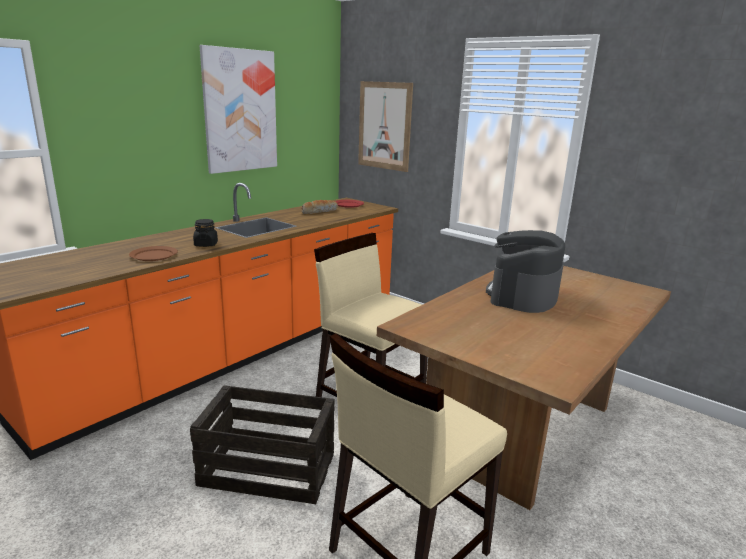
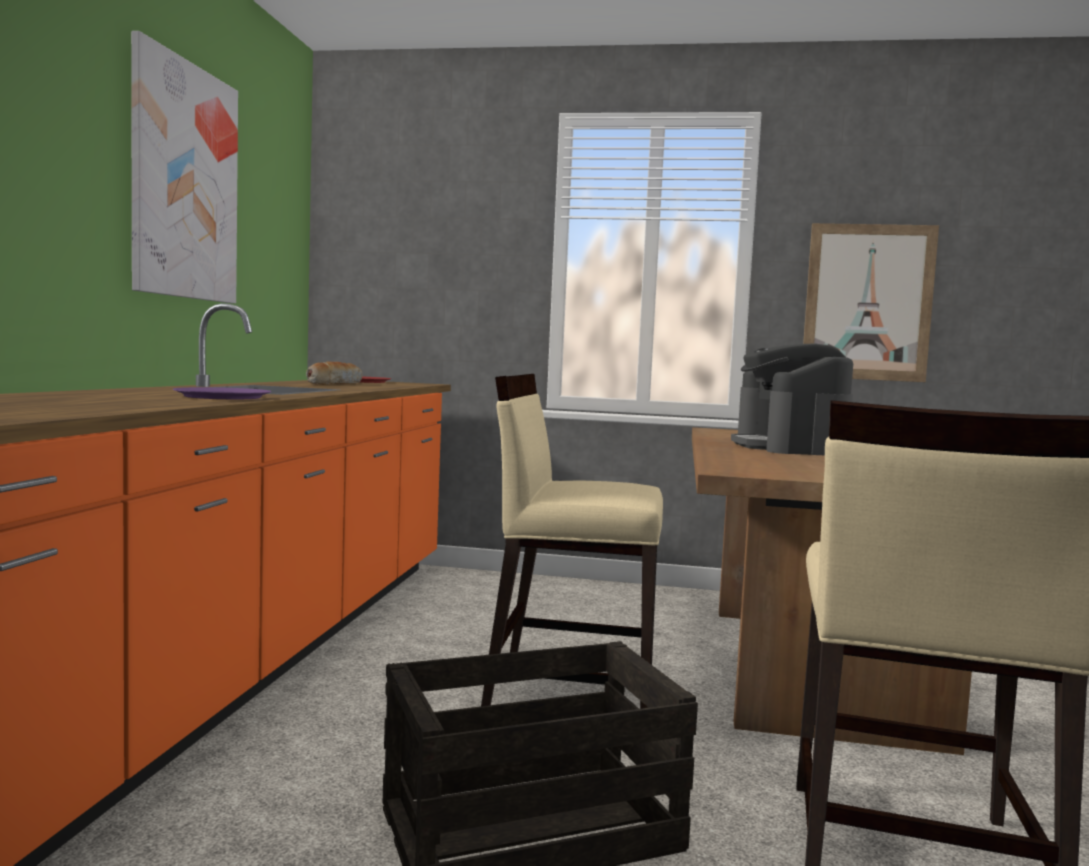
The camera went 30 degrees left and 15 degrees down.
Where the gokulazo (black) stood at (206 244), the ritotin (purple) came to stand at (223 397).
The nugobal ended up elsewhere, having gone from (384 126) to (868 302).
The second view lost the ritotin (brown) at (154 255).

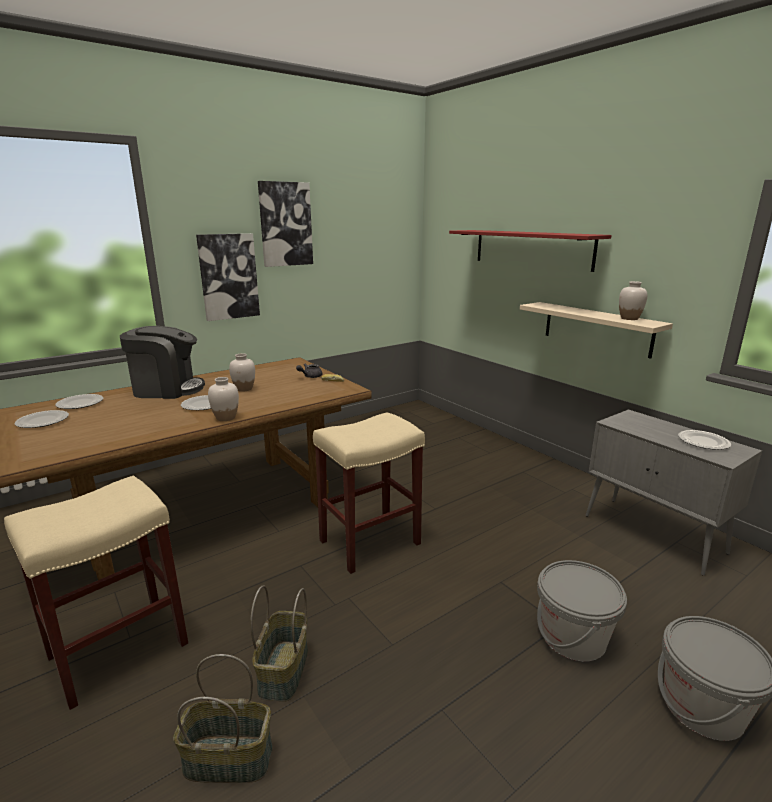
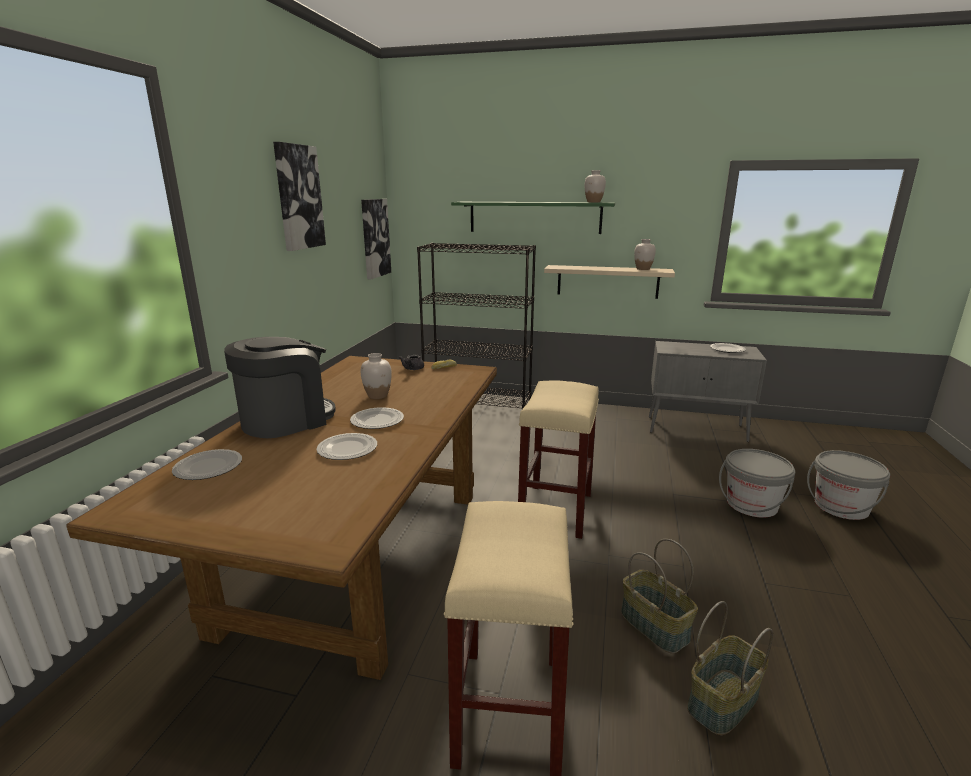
The camera went 40 degrees left and 0 degrees up.
The ritotin ended up elsewhere, having gone from (42 421) to (347 449).
The nugobal ended up elsewhere, having gone from (228 276) to (374 238).
The second view gained the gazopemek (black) at (478 402).
What was the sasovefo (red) at (531 249) turned into the sasovefo (green) at (534 217).
The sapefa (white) ended up elsewhere, having gone from (225 418) to (593 202).

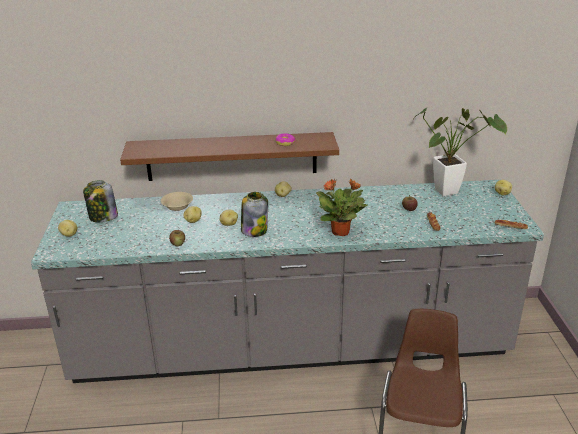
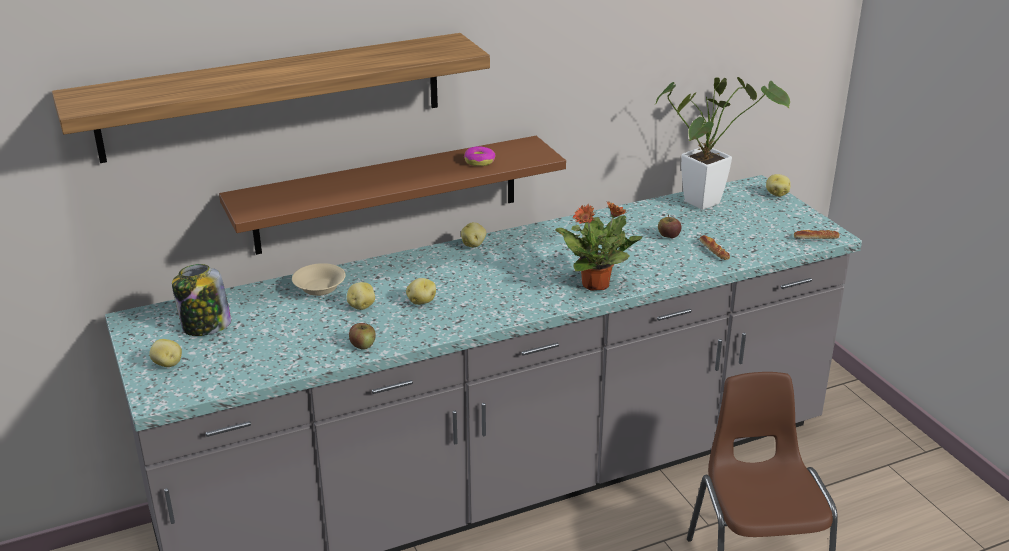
The camera went 20 degrees left and 0 degrees up.
The second view gained the sasovefo at (273 96).
The second view lost the gokulazo at (254 230).

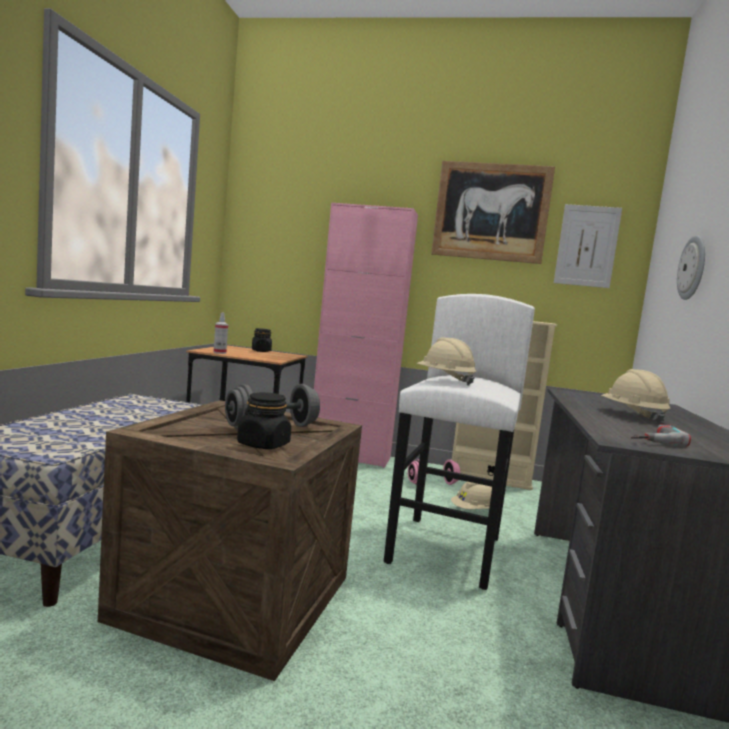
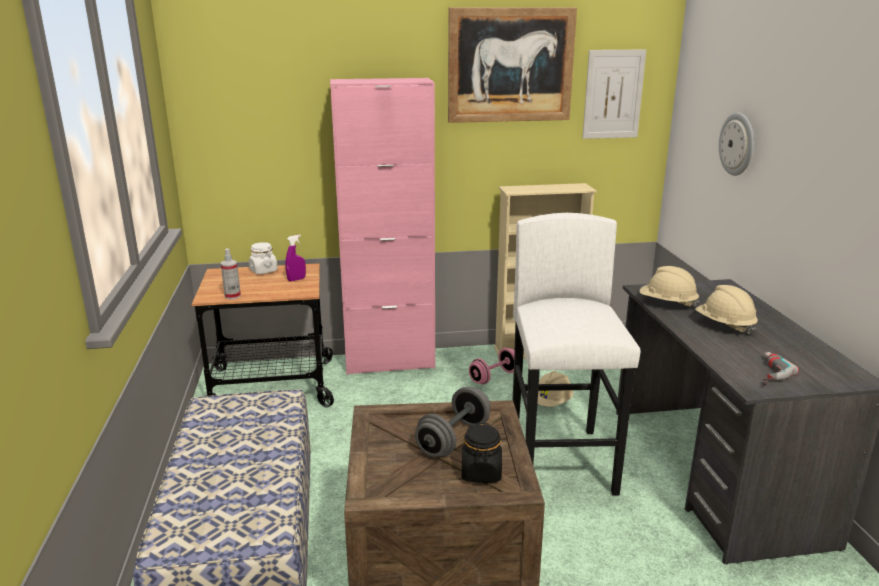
The camera went 20 degrees left and 15 degrees up.
What was the gokulazo (black) at (261 351) turned into the gokulazo (white) at (263 271).
The second view gained the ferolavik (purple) at (296 279).
The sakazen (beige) ended up elsewhere, having gone from (444 380) to (667 303).

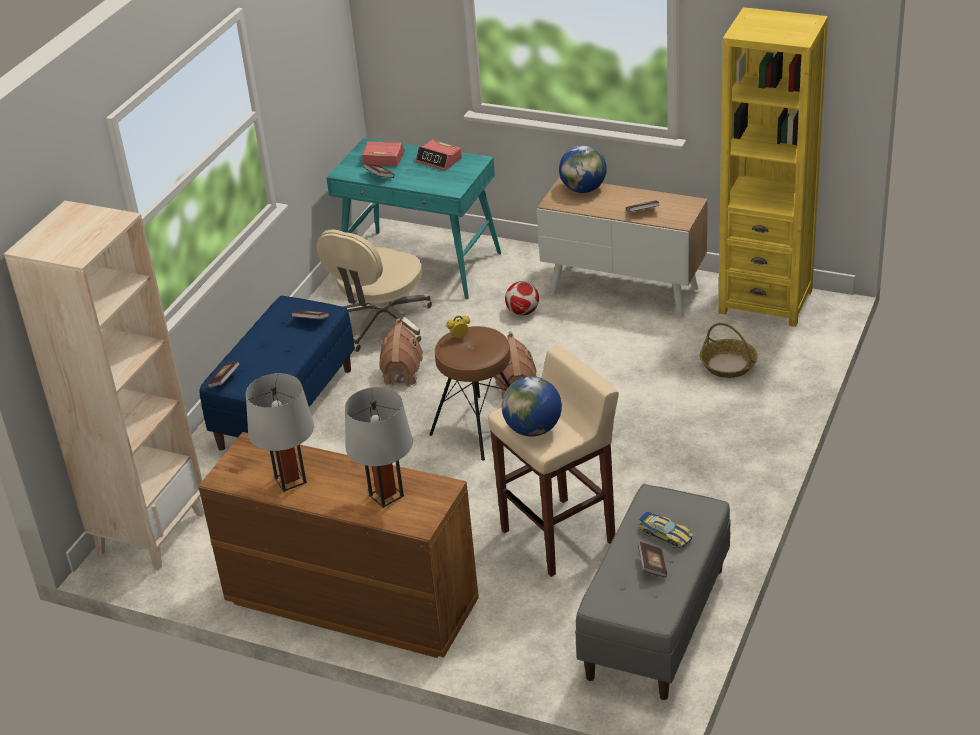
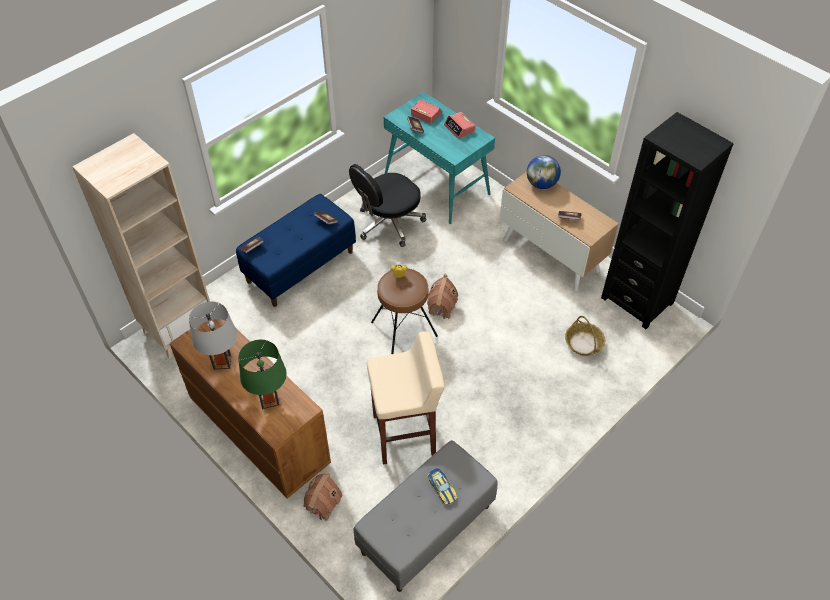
The camera went 20 degrees right and 15 degrees up.
What was the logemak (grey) at (386 495) turned into the logemak (green) at (269 400).
The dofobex ended up elsewhere, having gone from (401 375) to (322 504).
What was the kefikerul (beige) at (381 324) turned into the kefikerul (black) at (388 223).
What was the gazopemek (yellow) at (765 301) turned into the gazopemek (black) at (637 300).
The second view lost the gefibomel at (533 429).
The second view lost the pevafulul at (522 312).
The second view lost the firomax at (652 566).

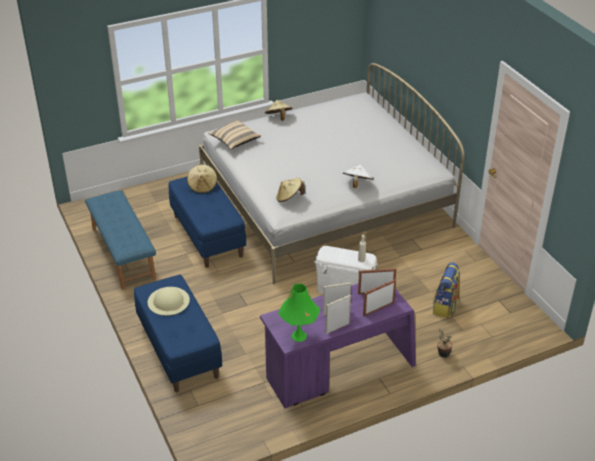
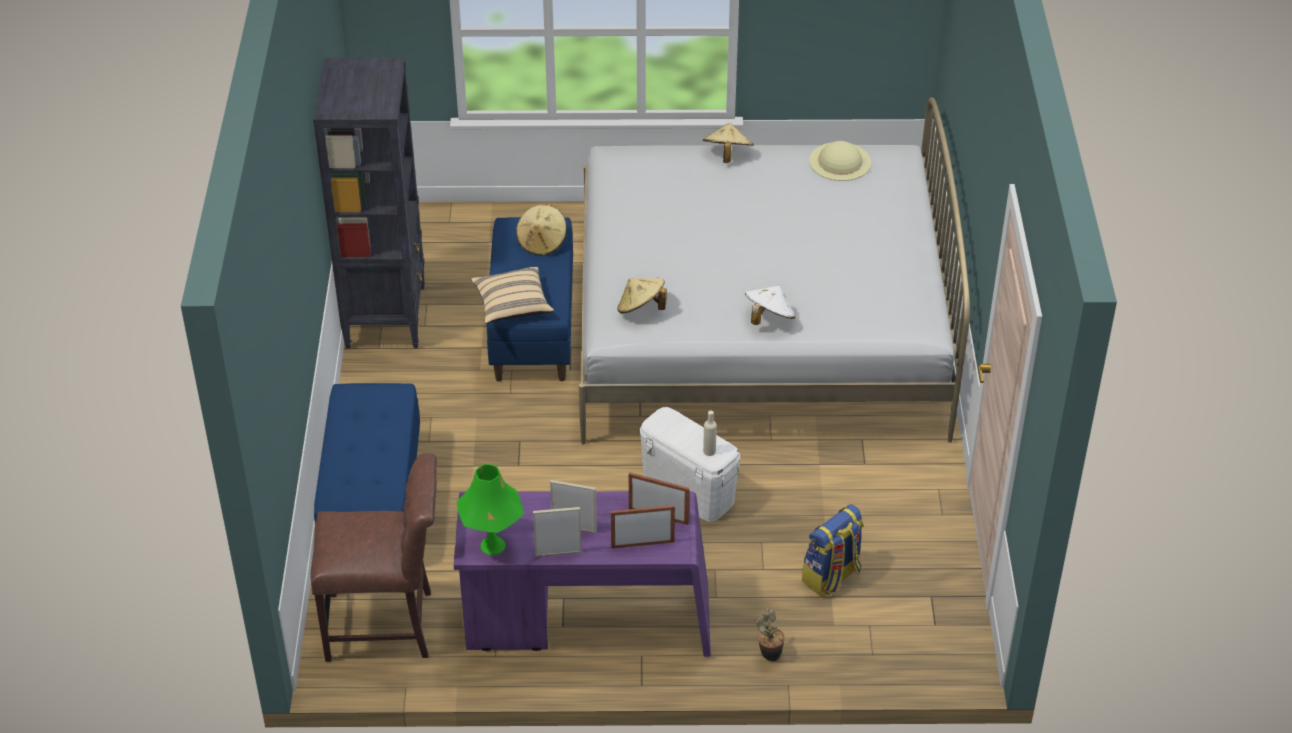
The camera went 25 degrees right and 5 degrees up.
The second view gained the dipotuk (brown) at (387 626).
Where the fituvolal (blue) stood at (122 253), the gazopemek (black) came to stand at (386 316).
The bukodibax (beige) ended up elsewhere, having gone from (234 141) to (512 305).
The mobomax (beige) ended up elsewhere, having gone from (168 301) to (840 161).

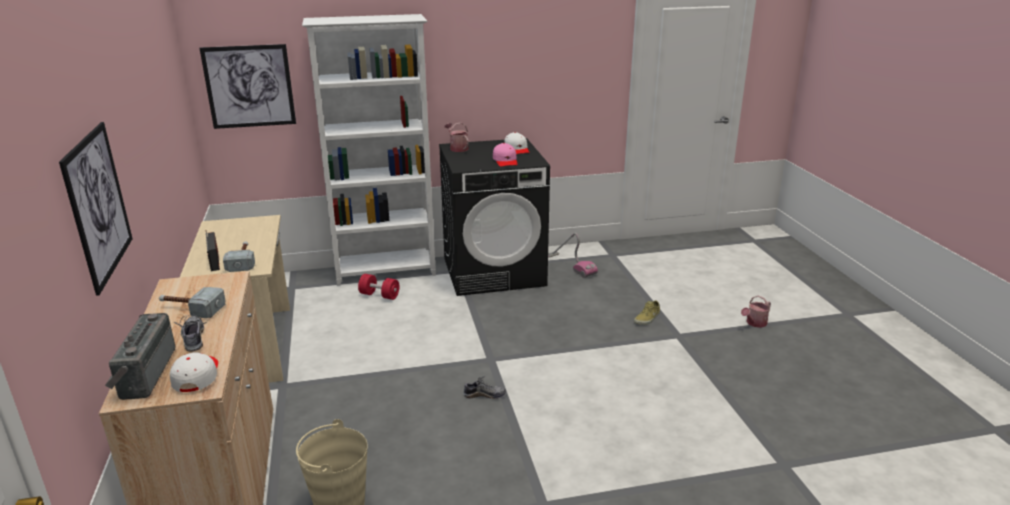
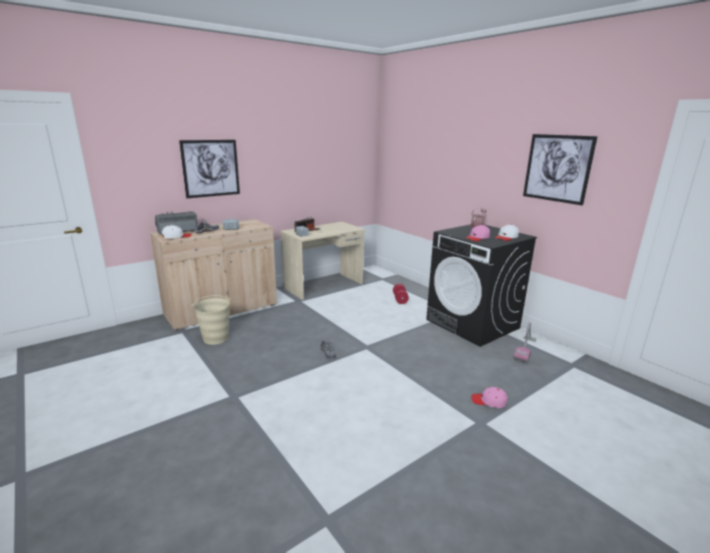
The camera went 65 degrees right and 5 degrees down.
Where the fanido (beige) stood at (647 318), the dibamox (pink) came to stand at (489 401).
The nugobal ended up elsewhere, having gone from (249 86) to (557 168).
The second view lost the gazopemek (white) at (386 272).
The second view lost the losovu at (754 323).

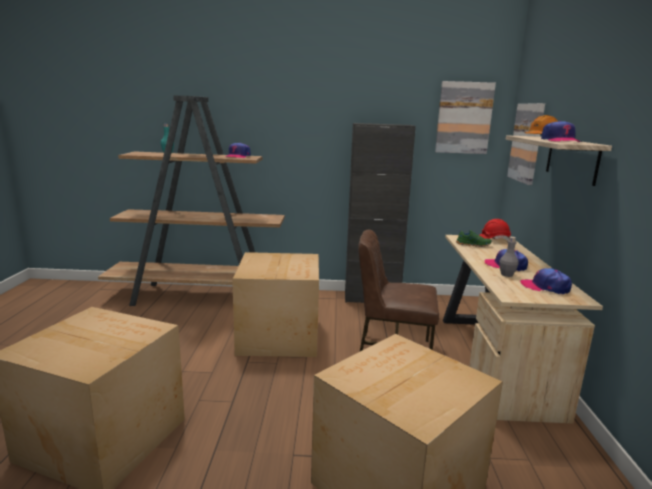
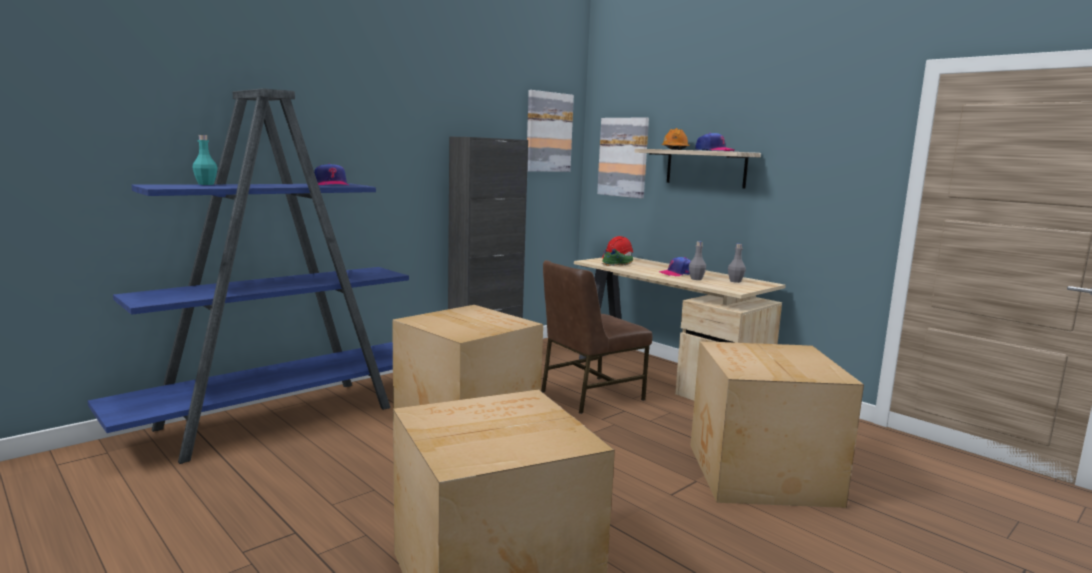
The camera went 45 degrees left and 5 degrees down.
What was the gazopemek (brown) at (204 297) turned into the gazopemek (blue) at (281 417).
Where the dibamox stood at (545 287), the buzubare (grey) came to stand at (735 281).

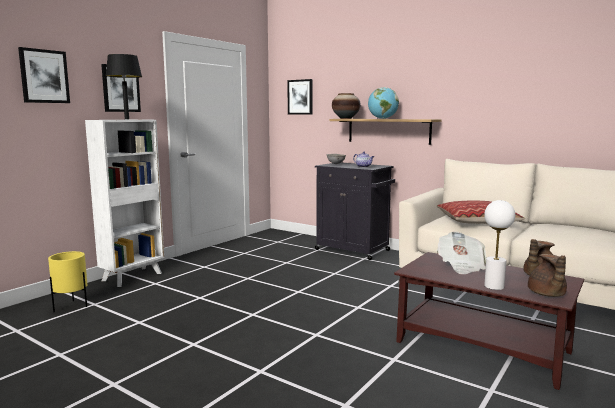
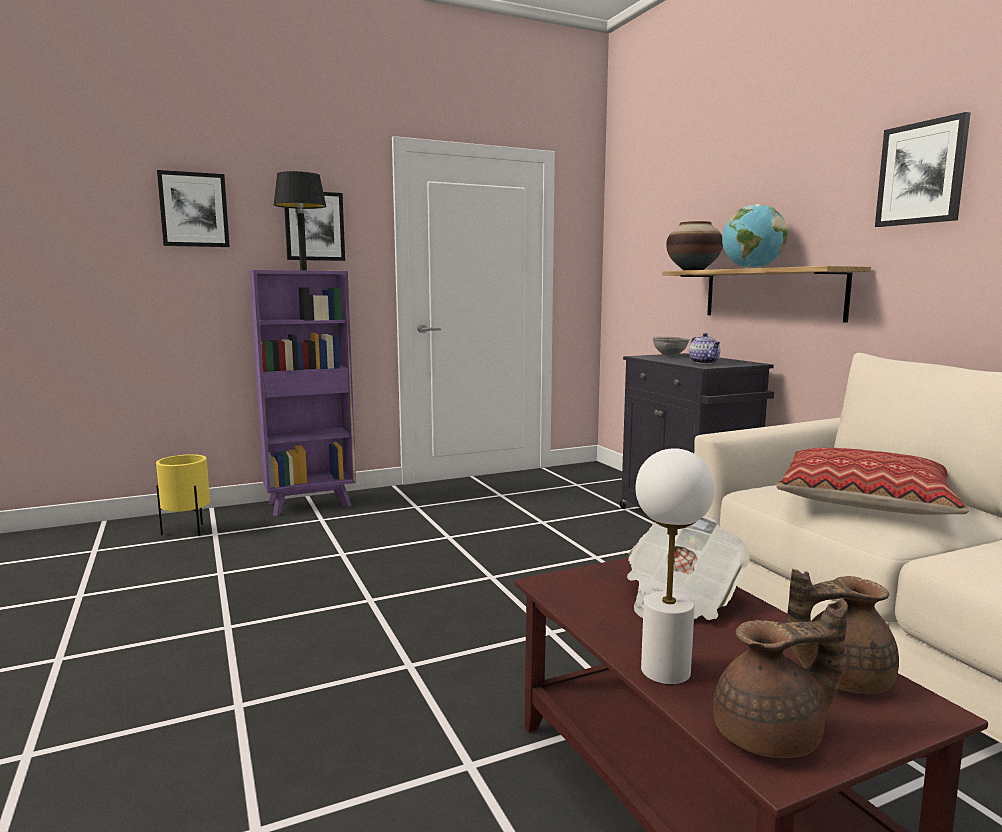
The camera went 30 degrees right and 0 degrees up.
What was the gazopemek (white) at (133 276) turned into the gazopemek (purple) at (311 504).
The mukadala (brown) at (546 294) ended up facing another way, 135 degrees counterclockwise from before.
The nugobal ended up elsewhere, having gone from (300 97) to (921 173).

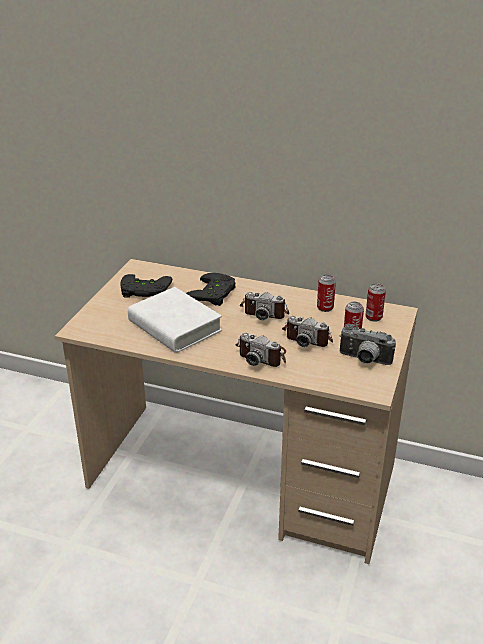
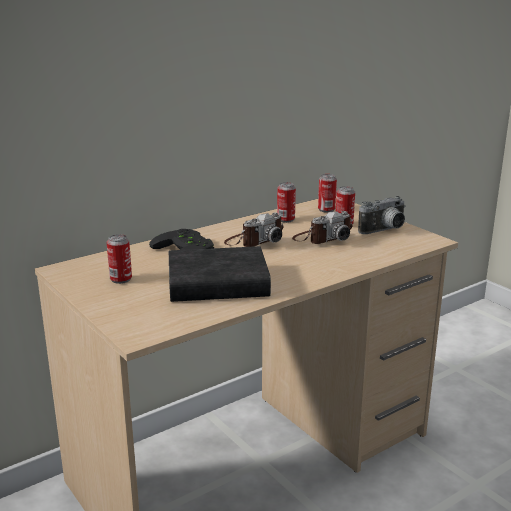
The camera went 55 degrees left and 10 degrees down.
Where the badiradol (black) stood at (144 291), the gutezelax came to stand at (121 279).
What was the firomax (white) at (174 326) turned into the firomax (black) at (218 284).
The second view lost the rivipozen at (262 355).

